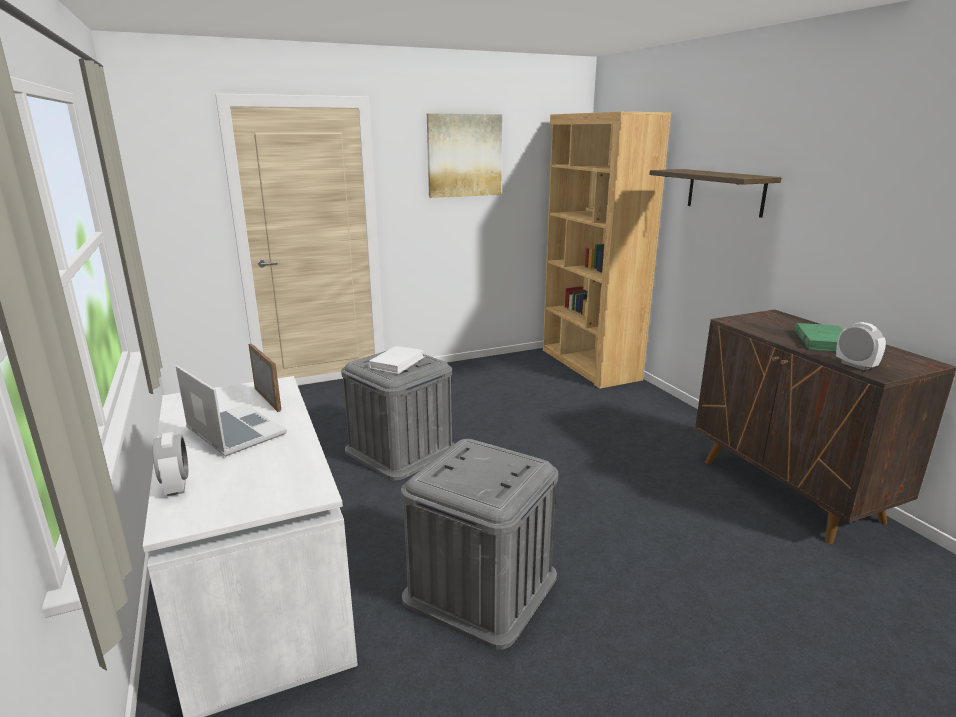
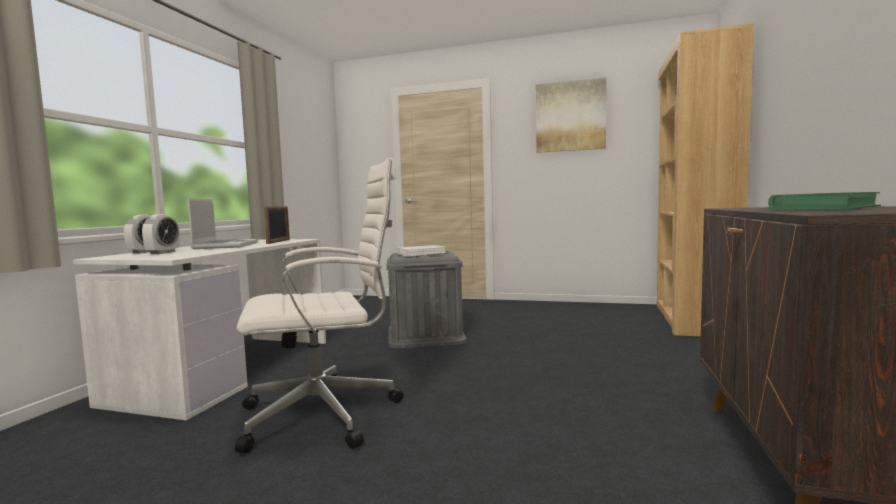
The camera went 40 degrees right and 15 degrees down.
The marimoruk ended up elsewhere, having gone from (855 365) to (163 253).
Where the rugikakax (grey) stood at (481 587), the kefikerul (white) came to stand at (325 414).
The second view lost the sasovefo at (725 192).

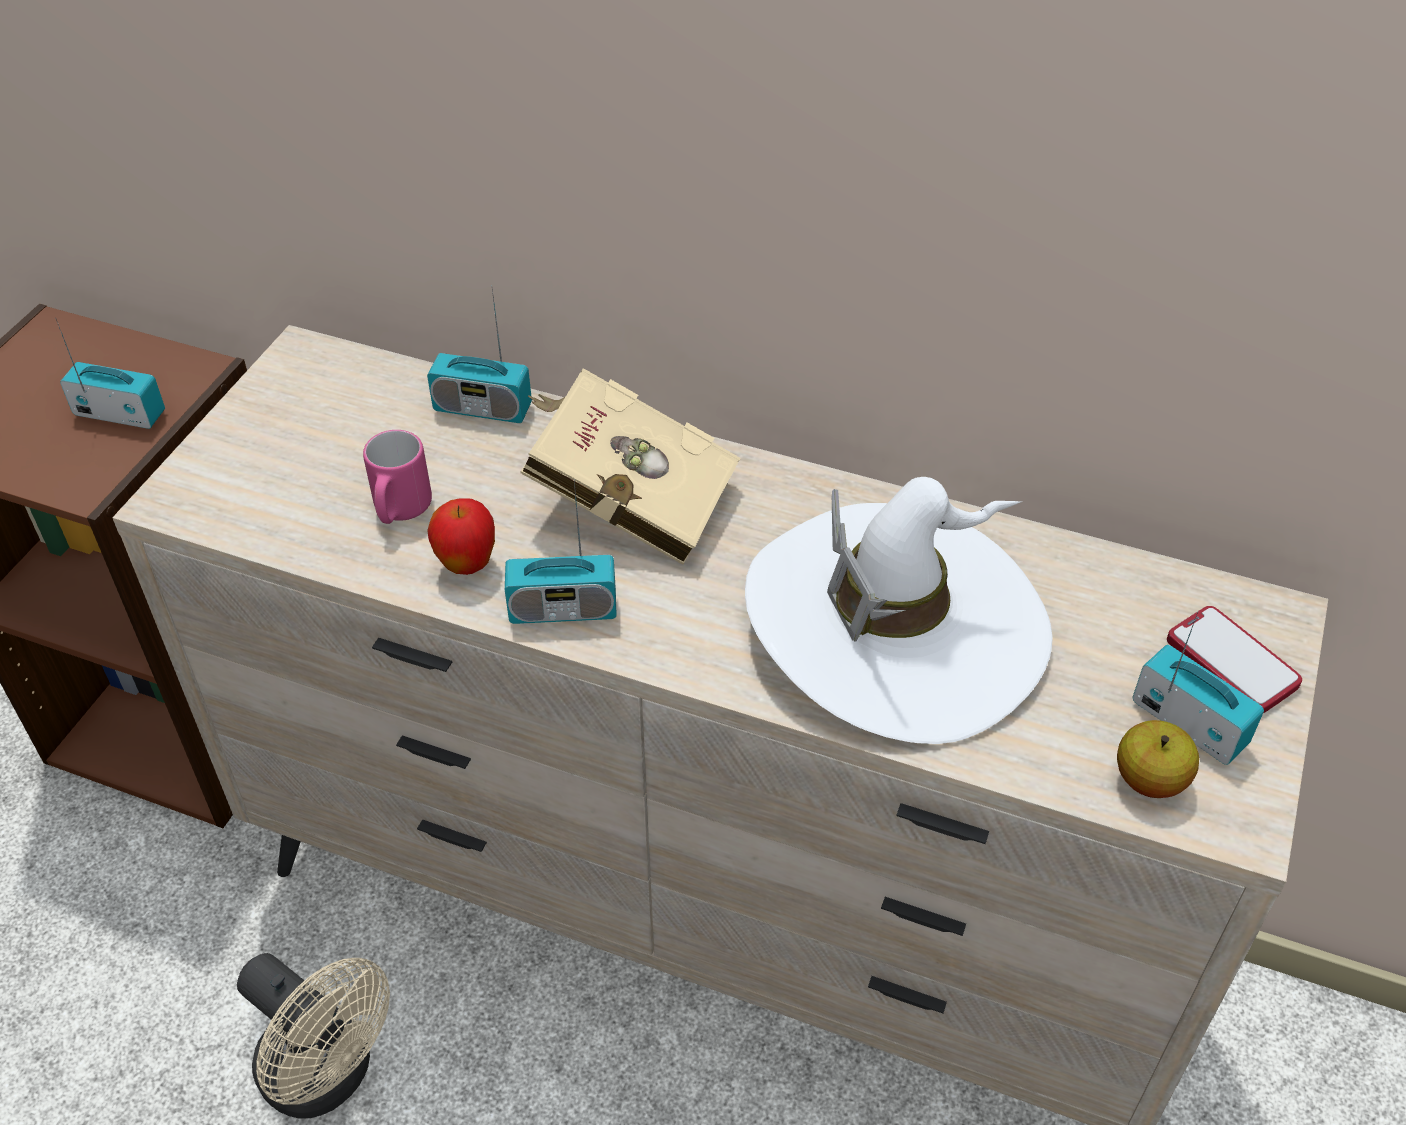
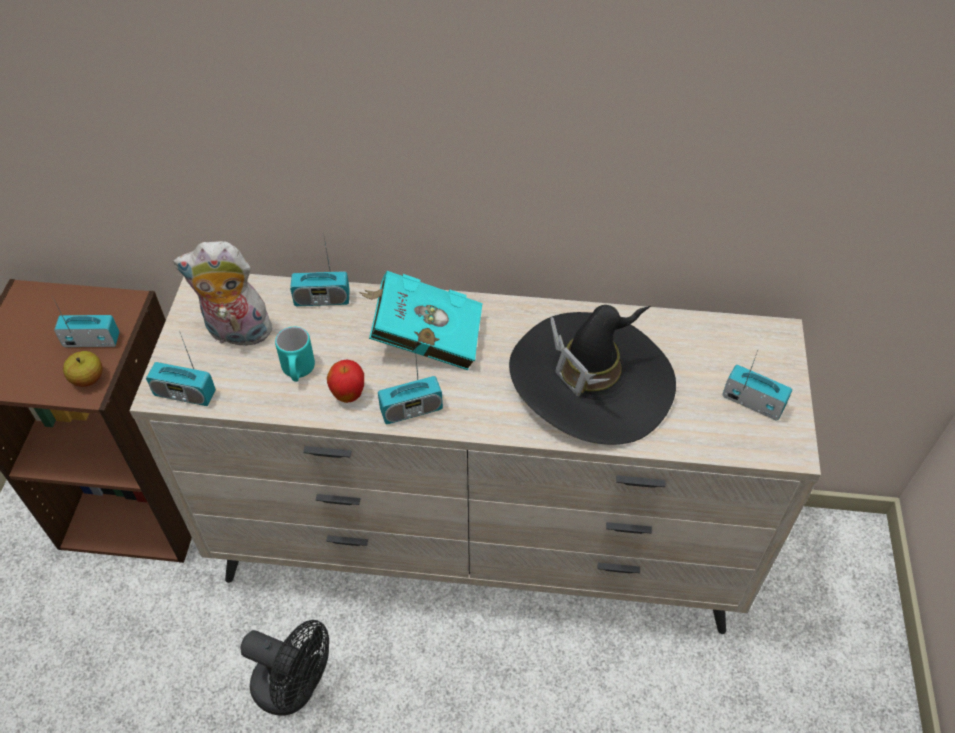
The camera went 15 degrees left and 5 degrees up.
The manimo ended up elsewhere, having gone from (1149 780) to (88 379).
The second view gained the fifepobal at (185 394).
The second view gained the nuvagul at (236 333).
What was the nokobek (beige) at (328 1076) turned into the nokobek (black) at (295 688).
What was the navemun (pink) at (400 511) turned into the navemun (turquoise) at (298 371).
What was the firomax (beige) at (626 499) turned into the firomax (turquoise) at (423 338).
What was the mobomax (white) at (896 625) turned into the mobomax (black) at (591 380).
The second view lost the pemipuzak at (1231 662).

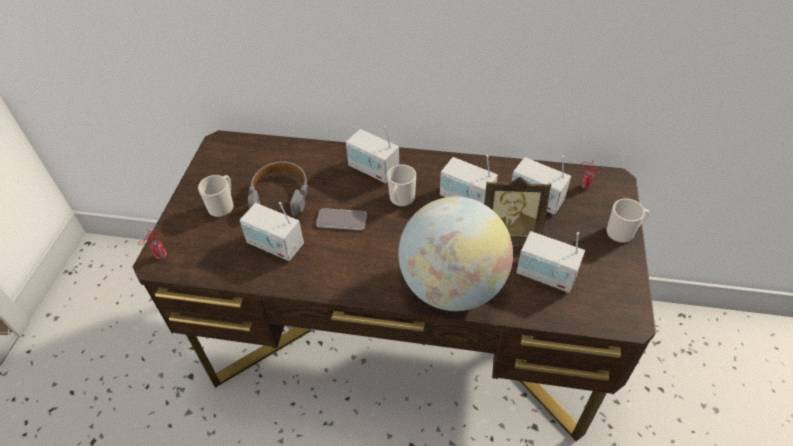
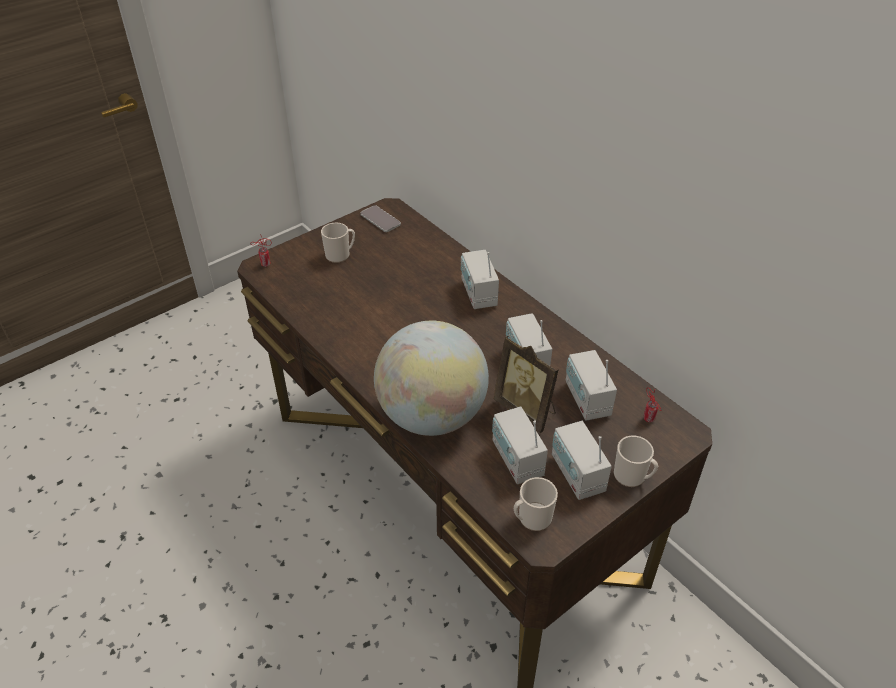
The camera went 40 degrees right and 5 degrees down.
The pemipuzak ended up elsewhere, having gone from (341 220) to (380 219).
The navemun ended up elsewhere, having gone from (401 199) to (531 519).
The fifepobal ended up elsewhere, having gone from (275 245) to (577 475).
The second view lost the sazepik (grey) at (280 194).

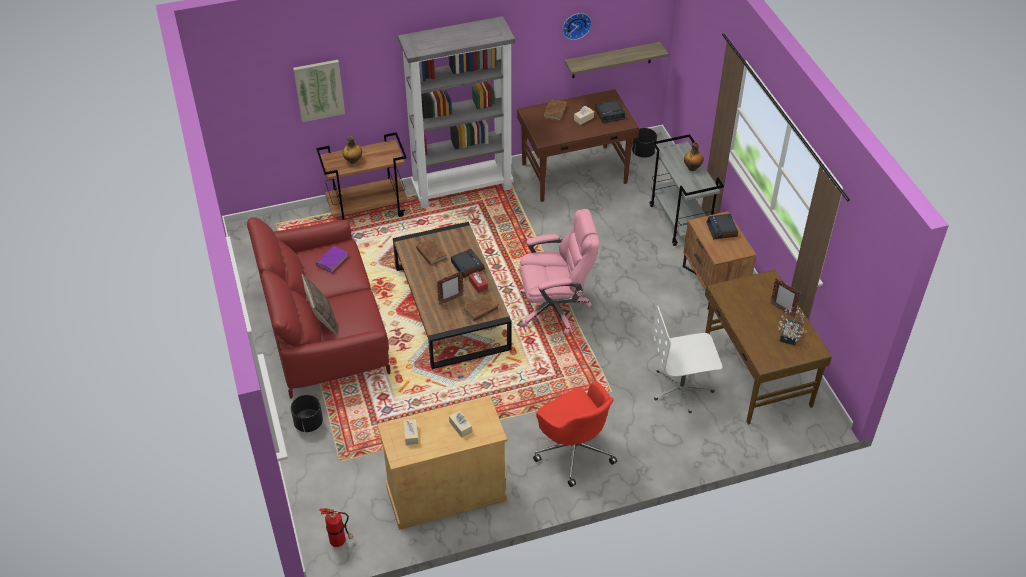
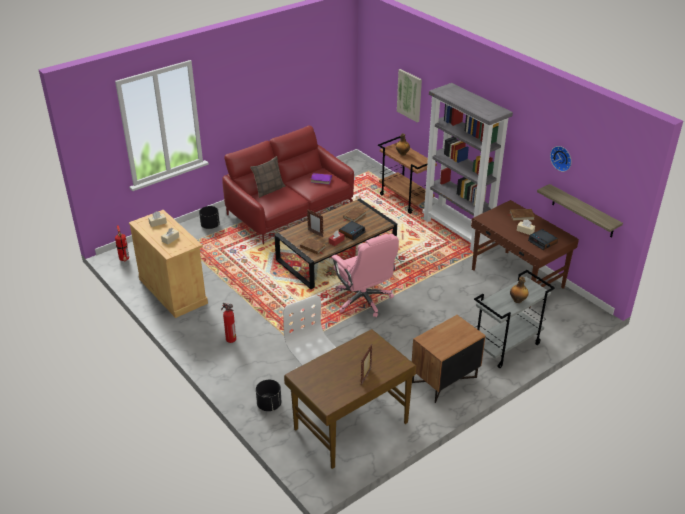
The camera went 70 degrees right and 10 degrees down.
Where the kefikerul (red) stood at (573 450), the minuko came to stand at (230 339).
The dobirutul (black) ended up elsewhere, having gone from (643 152) to (269 404).
The second view lost the marimoruk at (722 230).
The second view lost the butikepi at (788 337).

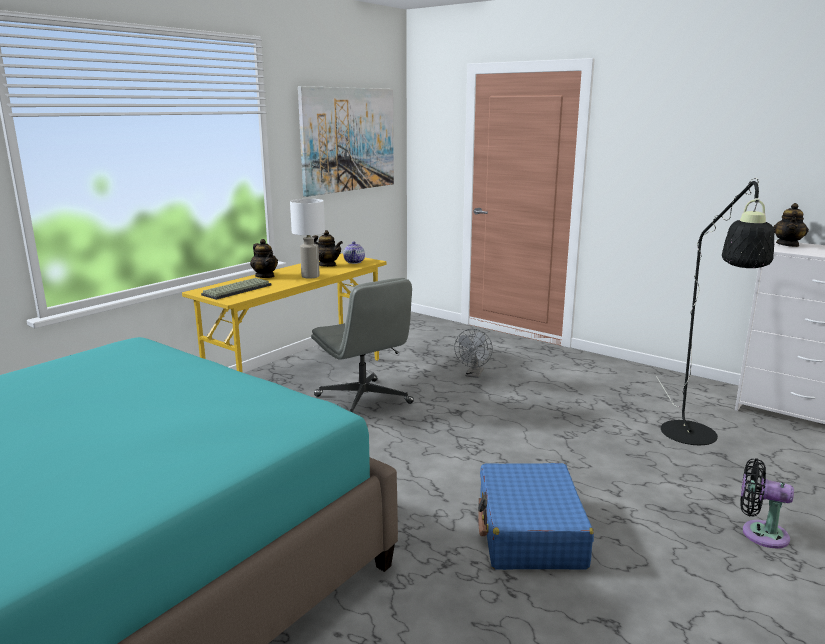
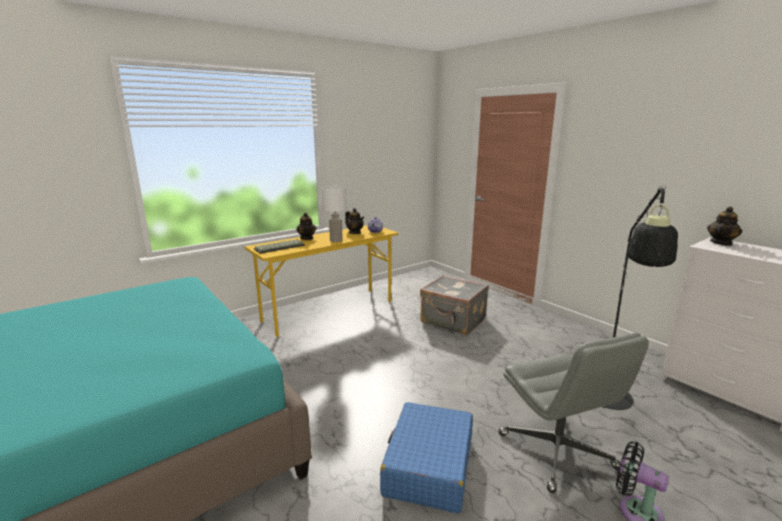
The camera went 15 degrees right and 0 degrees up.
Where the nokobek (grey) stood at (474 375), the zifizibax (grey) came to stand at (453 321).
The kefikerul (grey) ended up elsewhere, having gone from (364 400) to (557 452).
The second view lost the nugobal at (348 139).

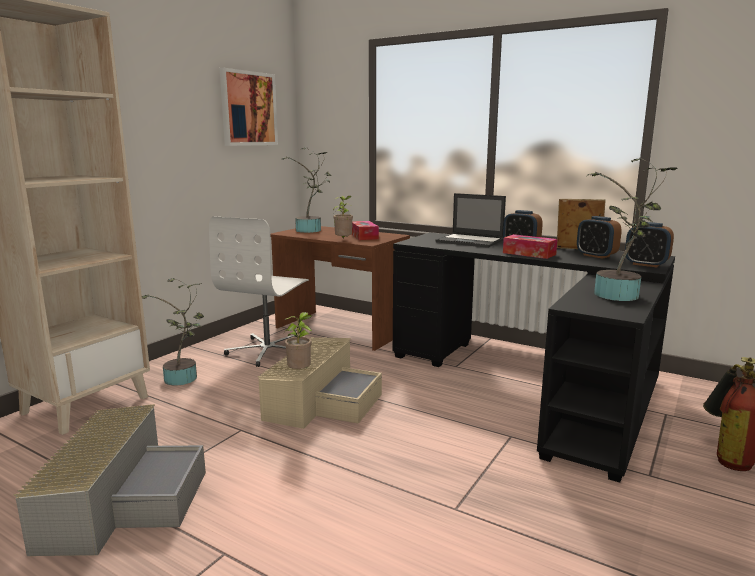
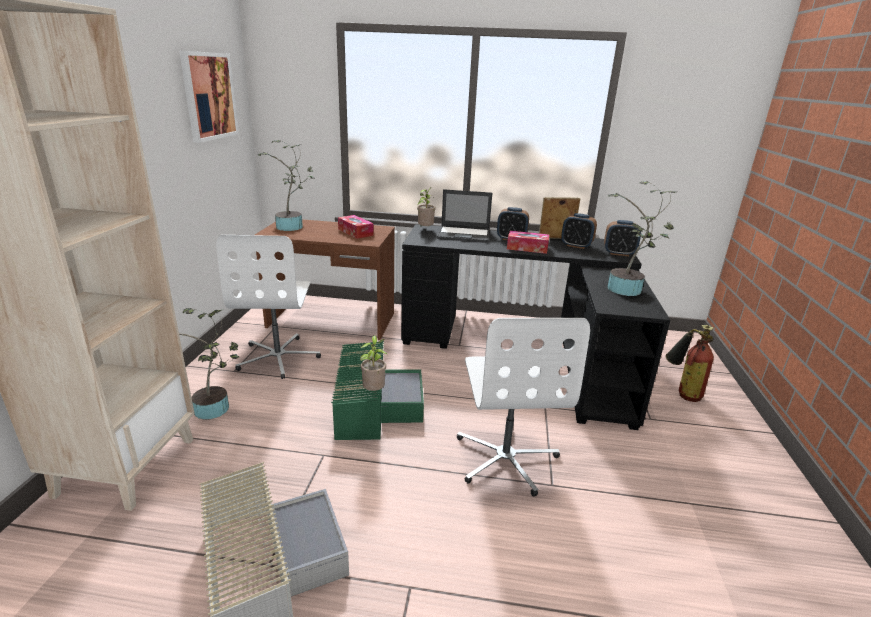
The camera went 25 degrees left and 10 degrees up.
What was the rugikakax (beige) at (322 400) turned into the rugikakax (green) at (374 404).
The butikepi ended up elsewhere, having gone from (343 241) to (425 230).
The second view gained the kefikerul (white) at (506 458).

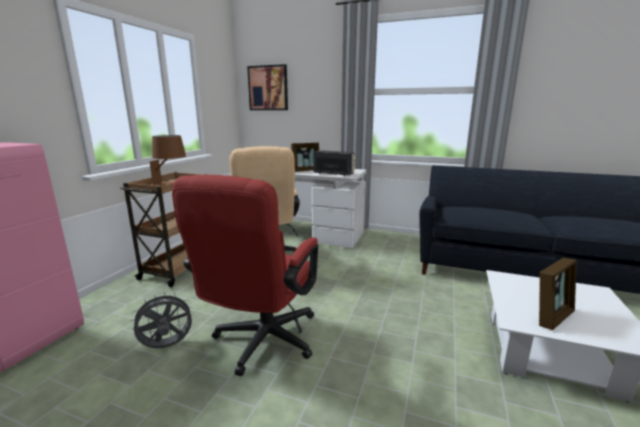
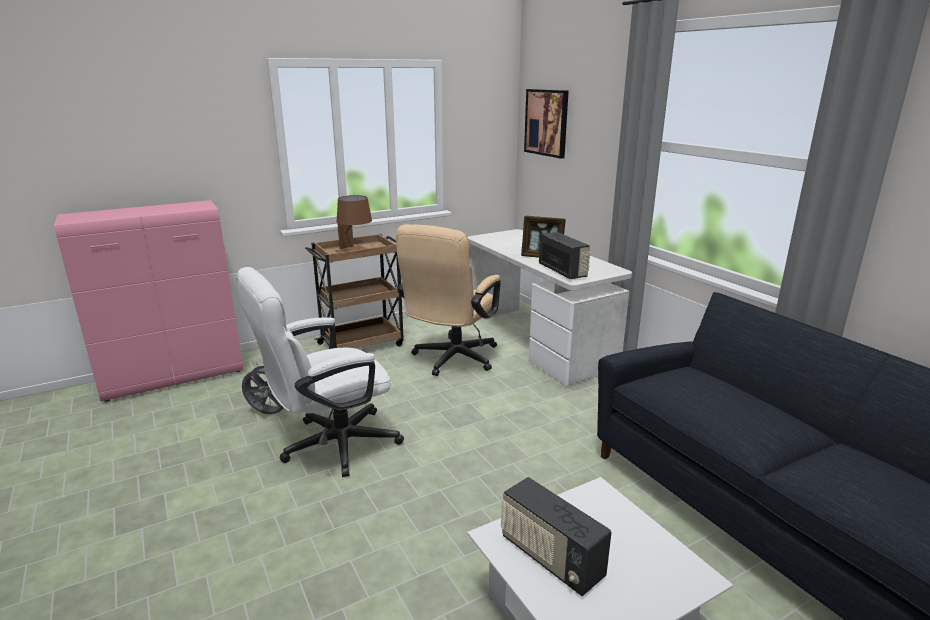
The camera went 40 degrees right and 5 degrees up.
What was the kefikerul (red) at (261 343) turned into the kefikerul (white) at (329 446).
Where the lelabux stood at (552 316), the fifepobal came to stand at (550 558).

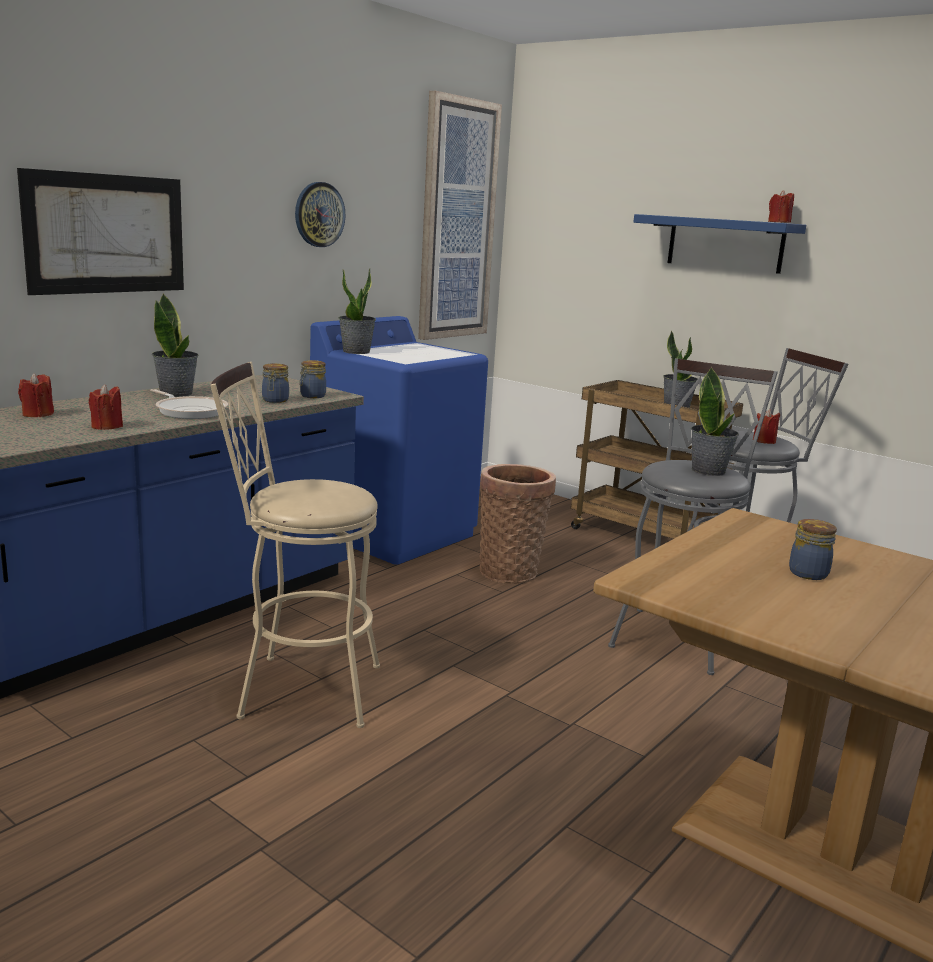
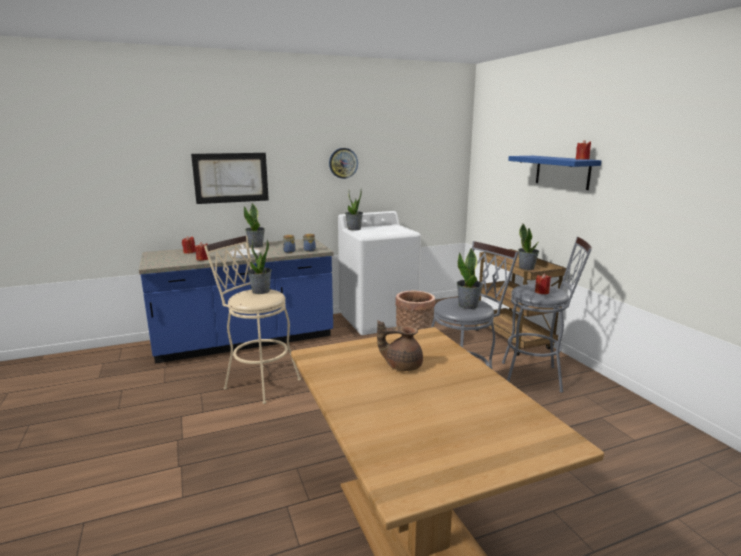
The camera went 30 degrees right and 0 degrees up.
The second view gained the butikepi at (261 291).
What was the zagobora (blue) at (394 533) turned into the zagobora (white) at (378 319).
Where the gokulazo stood at (807 572), the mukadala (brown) came to stand at (402 365).
The second view lost the nugobal at (457 221).

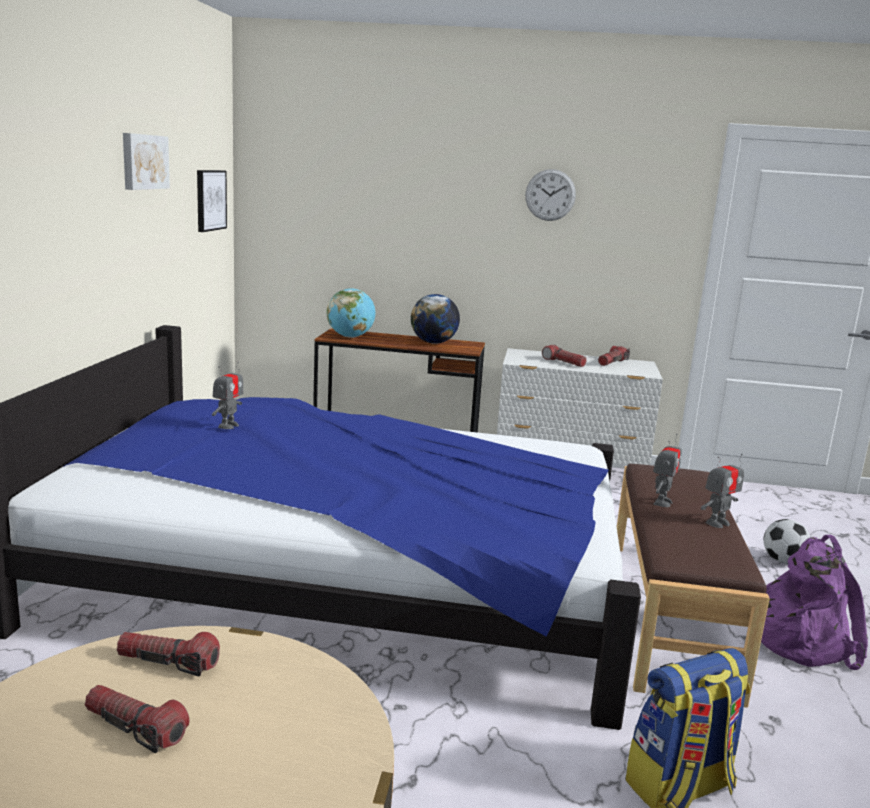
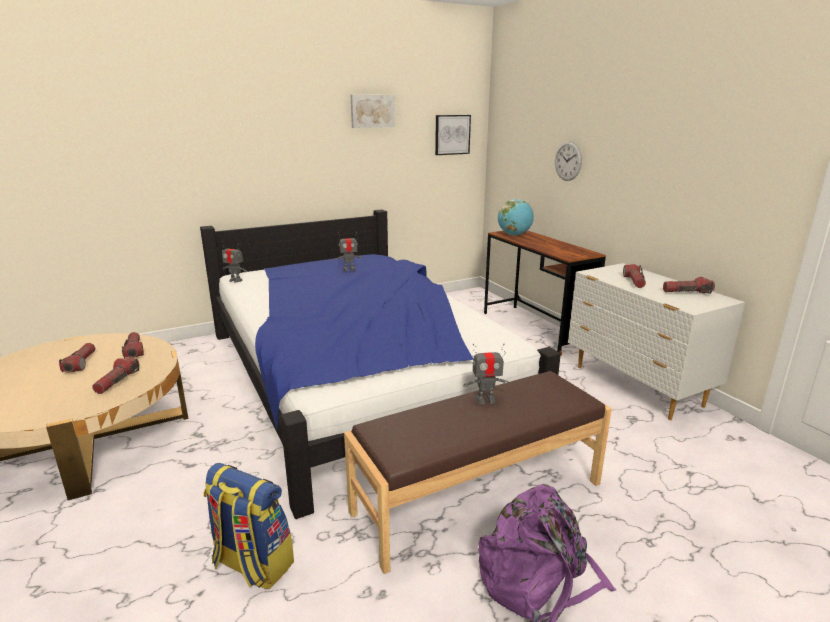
The camera went 55 degrees right and 5 degrees up.
The second view gained the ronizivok at (117 381).
The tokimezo ended up elsewhere, having gone from (717 523) to (235 280).
The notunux ended up elsewhere, having gone from (550 195) to (568 161).
The second view lost the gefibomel at (433 343).
The second view lost the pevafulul at (783 561).

